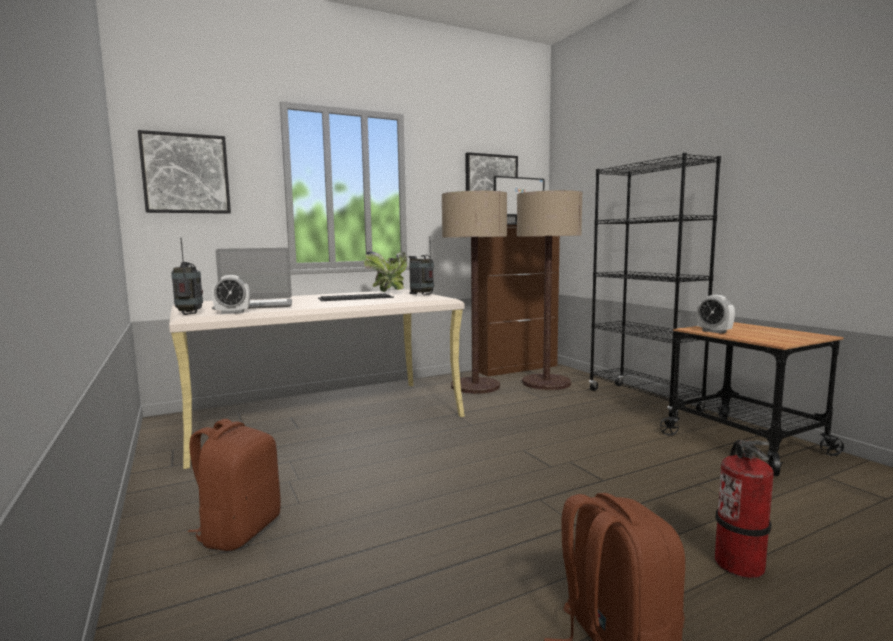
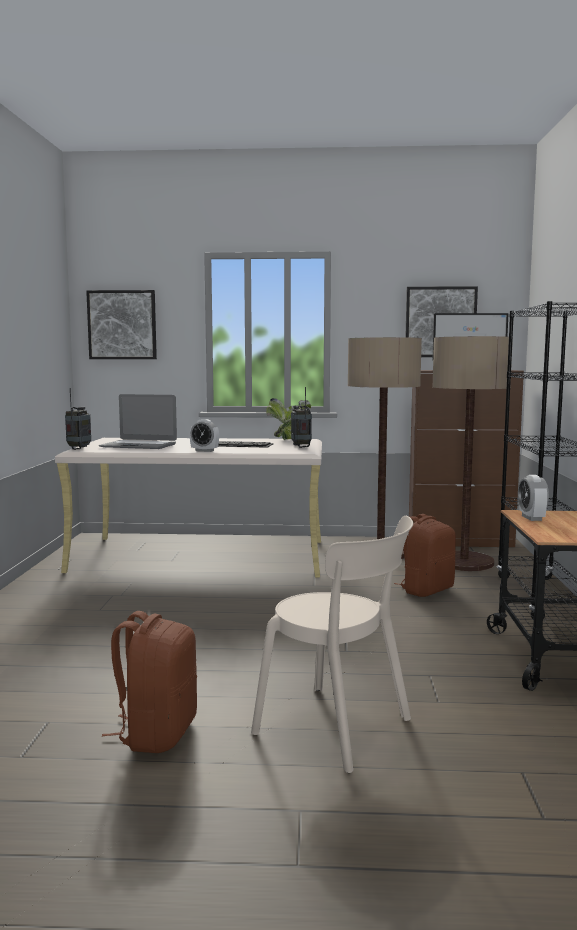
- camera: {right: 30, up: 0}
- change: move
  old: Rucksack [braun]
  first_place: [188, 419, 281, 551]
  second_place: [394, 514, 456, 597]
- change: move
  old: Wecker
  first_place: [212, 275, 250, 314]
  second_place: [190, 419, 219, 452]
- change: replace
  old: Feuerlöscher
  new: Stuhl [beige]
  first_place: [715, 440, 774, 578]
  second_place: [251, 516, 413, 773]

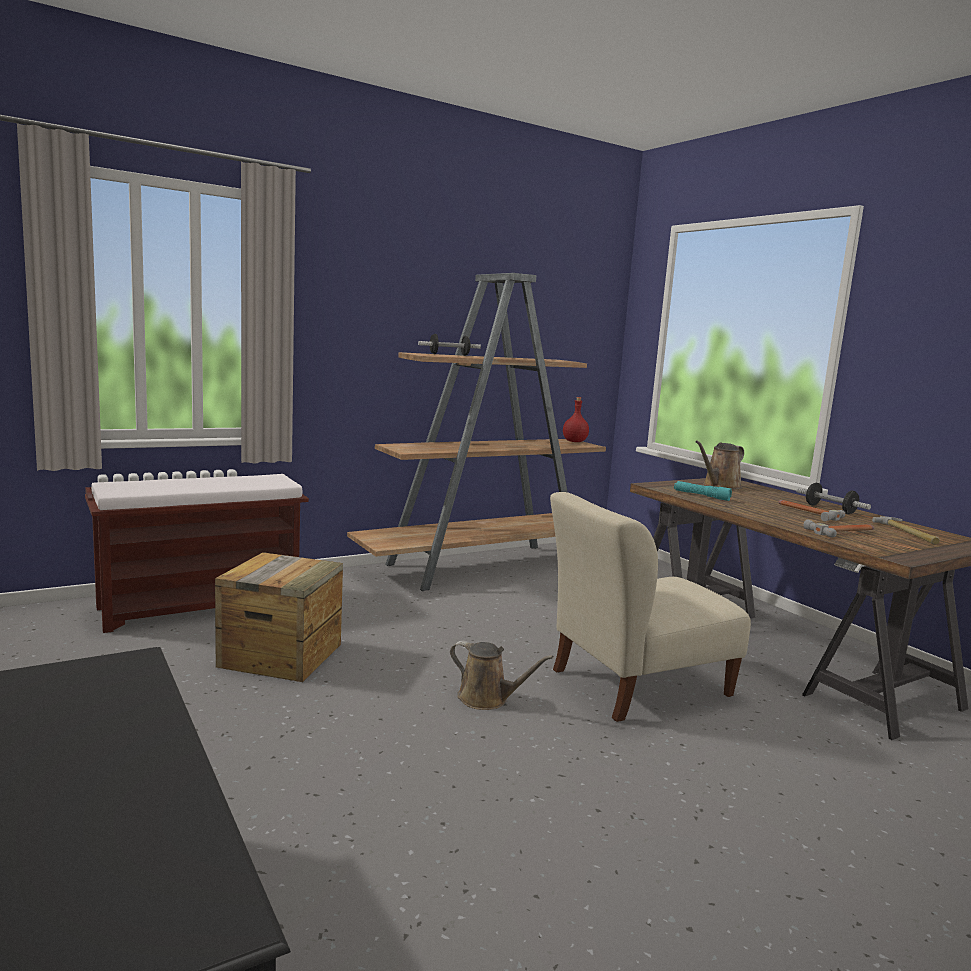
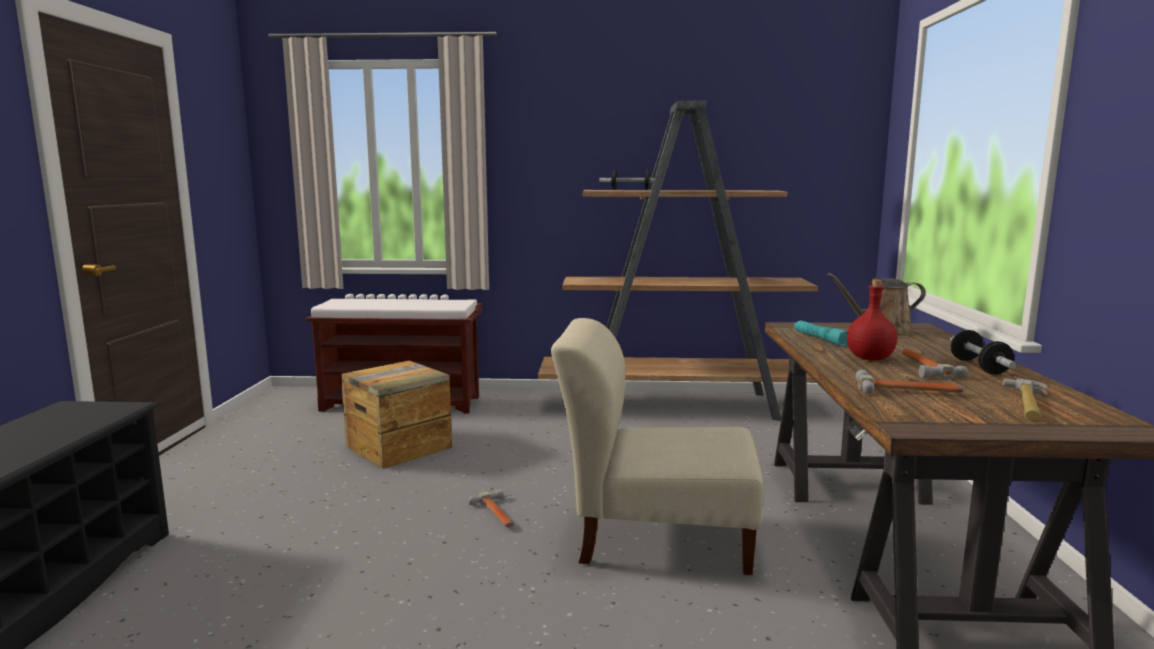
- camera: {right: 35, up: 0}
- change: replace
  old: Gießkanne [braun]
  new: Hammer
  first_place: [450, 641, 554, 710]
  second_place: [468, 489, 514, 528]
- change: move
  old: Flasche [rot]
  first_place: [563, 397, 589, 442]
  second_place: [847, 279, 897, 360]

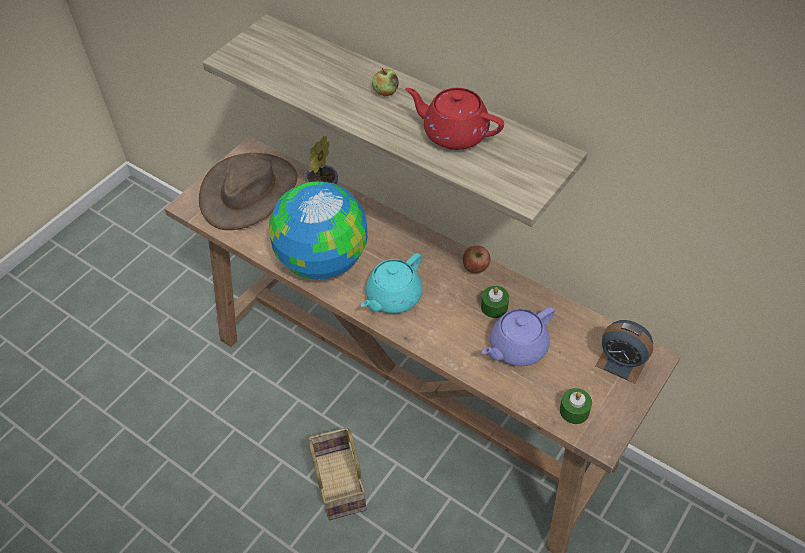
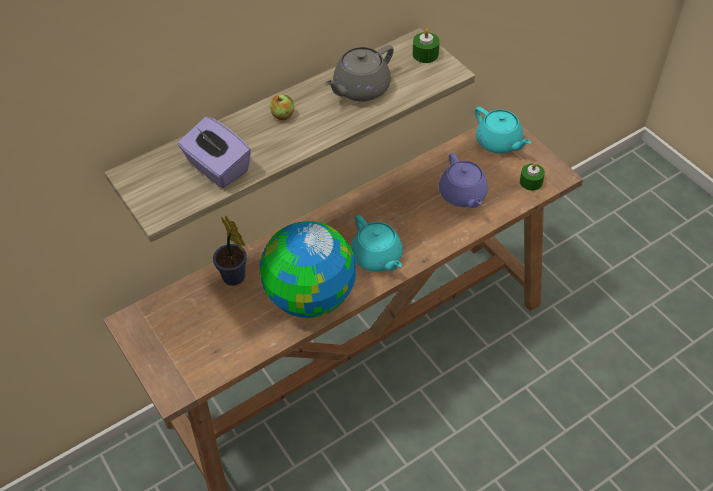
- camera: {right: -70, up: 0}
- change: delete
  old: Hut [braun]
  first_place: [199, 153, 297, 230]
- change: delete
  old: Korb
  first_place: [308, 428, 366, 520]
- change: recolor
  old: Teekanne [rot]
  new: Teekanne [grau]
  first_place: [405, 88, 504, 150]
  second_place: [325, 45, 394, 102]
- change: delete
  old: Apfel
  first_place: [463, 246, 491, 273]
- change: move
  old: Kerze [grün]
  first_place: [481, 286, 509, 318]
  second_place: [413, 29, 440, 63]
- change: replace
  old: Wecker
  new: Teekanne [türkis]
  first_place: [596, 320, 653, 384]
  second_place: [475, 107, 531, 154]
- change: insert
  new: Taschentuchbox [lila]
  second_place: [178, 117, 251, 188]

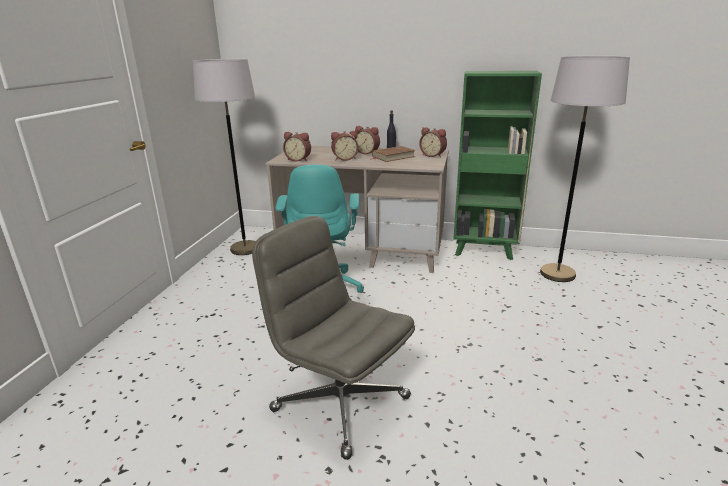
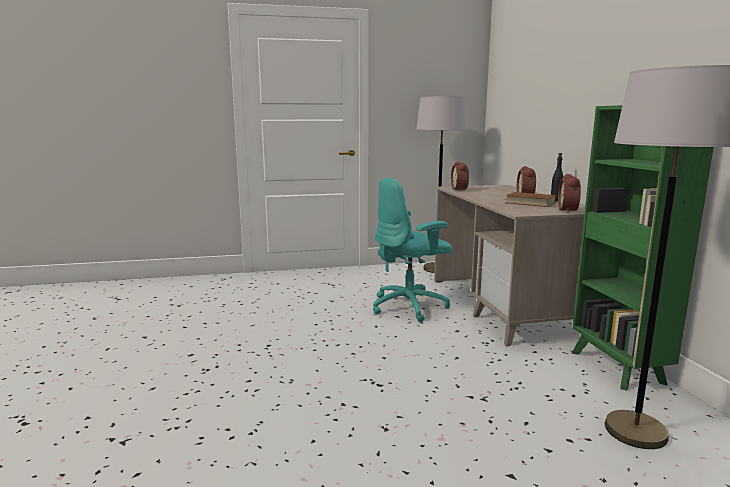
- camera: {right: 65, up: -10}
- change: delete
  old: Bürostuhl [grau]
  first_place: [252, 216, 415, 460]
- change: delete
  old: Wecker
  first_place: [331, 131, 358, 161]

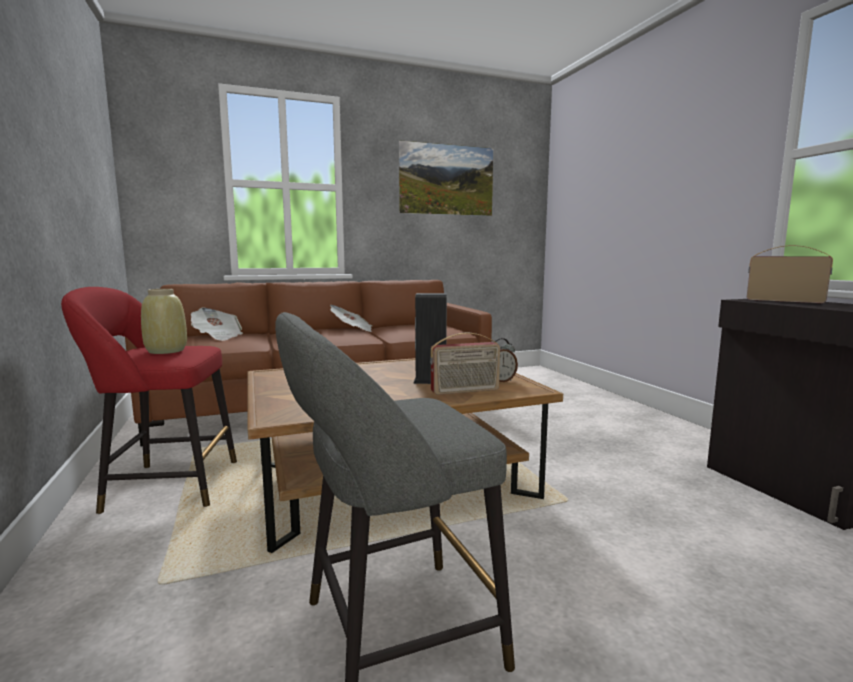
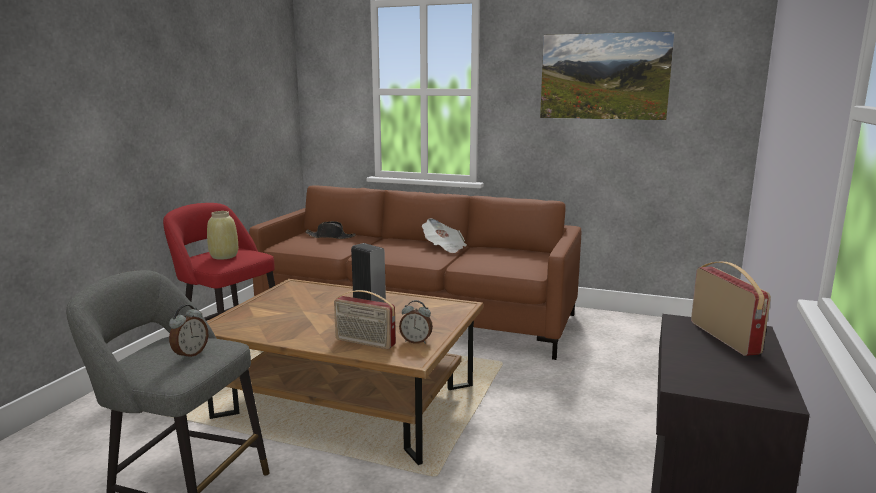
- camera: {right: 40, up: 5}
- change: replace
  old: Zeitung
  new: Hut [schwarz]
  first_place: [190, 307, 243, 341]
  second_place: [305, 221, 356, 239]
- change: insert
  new: Wecker
  second_place: [169, 305, 208, 360]

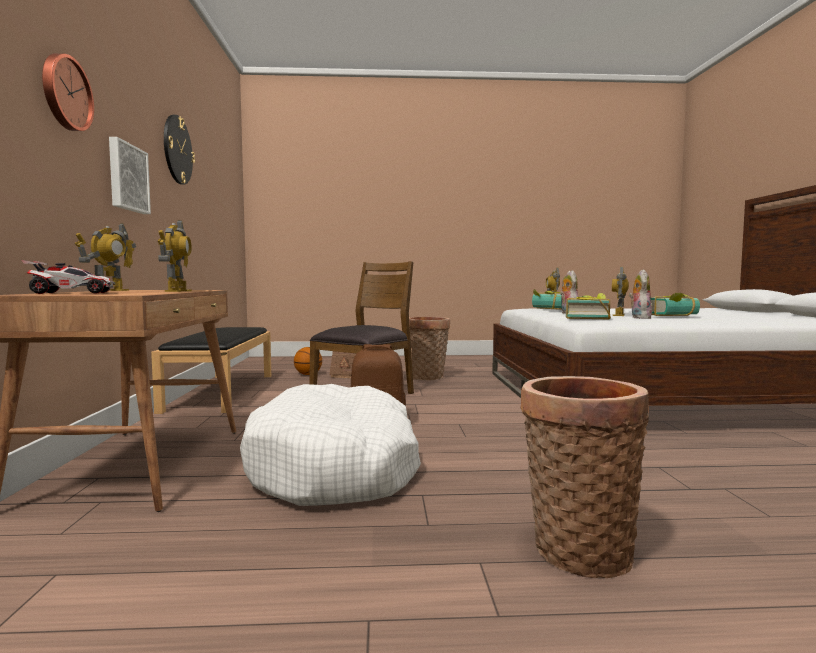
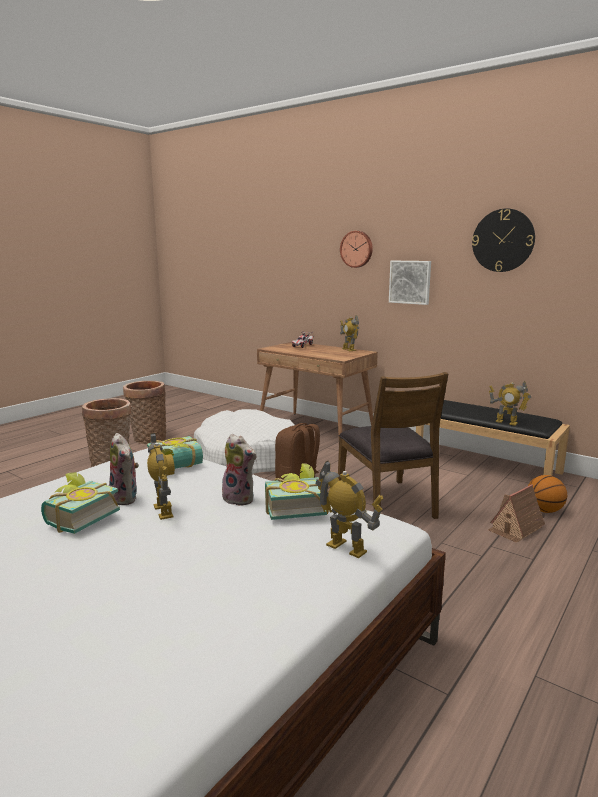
- camera: {right: 130, up: 10}
- change: move
  old: Spielzeugroboter
  first_place: [158, 220, 192, 292]
  second_place: [489, 381, 531, 426]
- change: move
  old: Korb
  first_place: [409, 317, 450, 380]
  second_place: [123, 381, 166, 444]

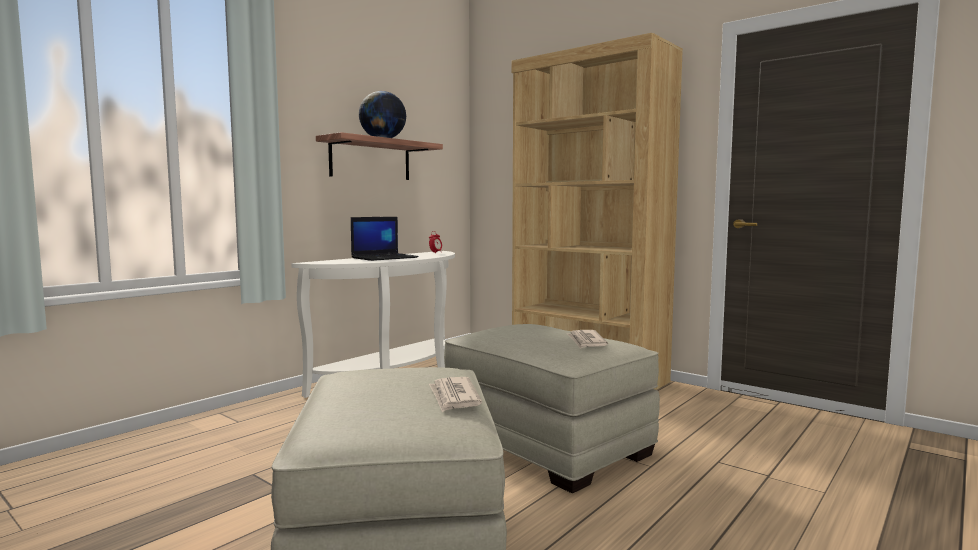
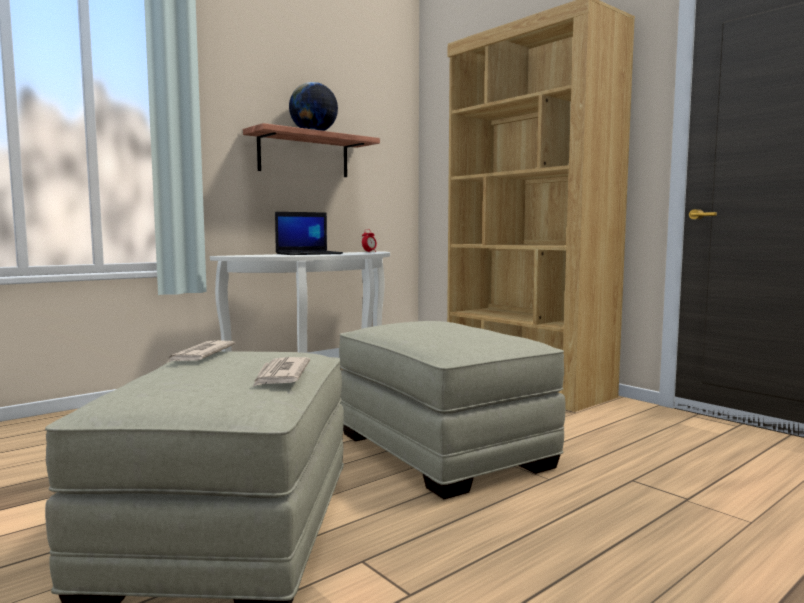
- camera: {right: 10, up: 0}
- change: move
  old: Zeitung
  first_place: [567, 330, 608, 349]
  second_place: [168, 340, 235, 362]

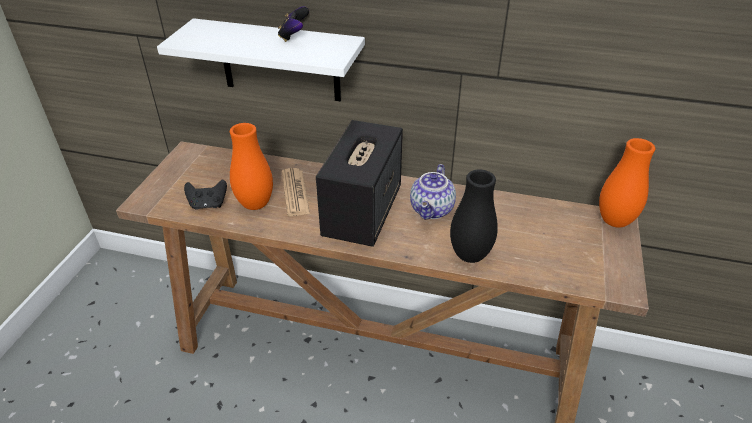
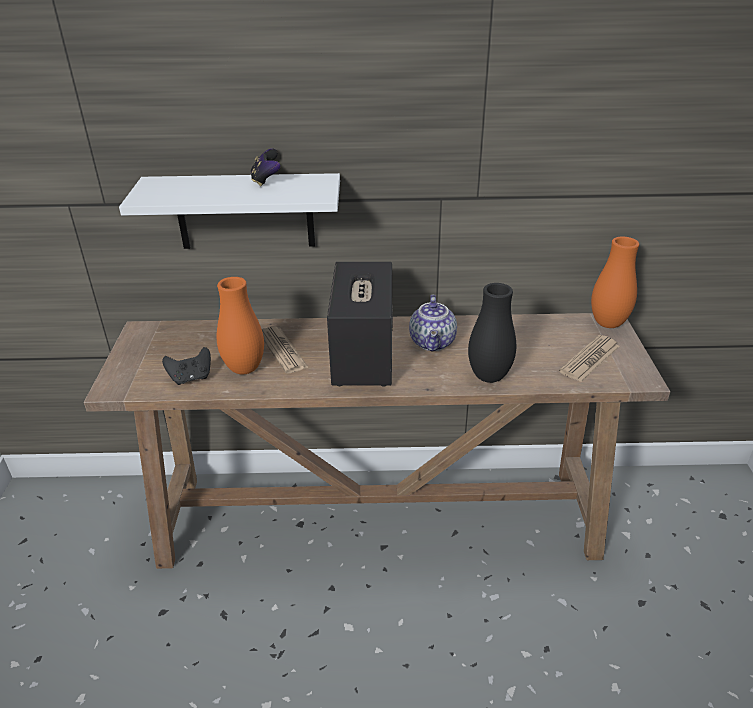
- camera: {right: -15, up: -5}
- change: insert
  new: Zeitung
  second_place: [559, 335, 620, 382]

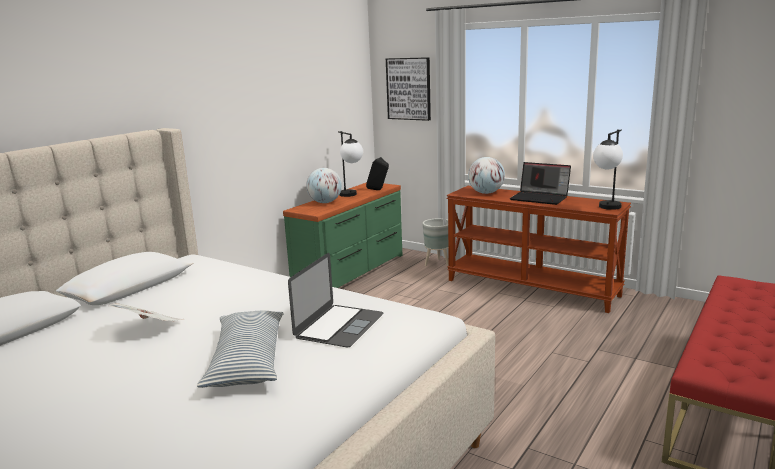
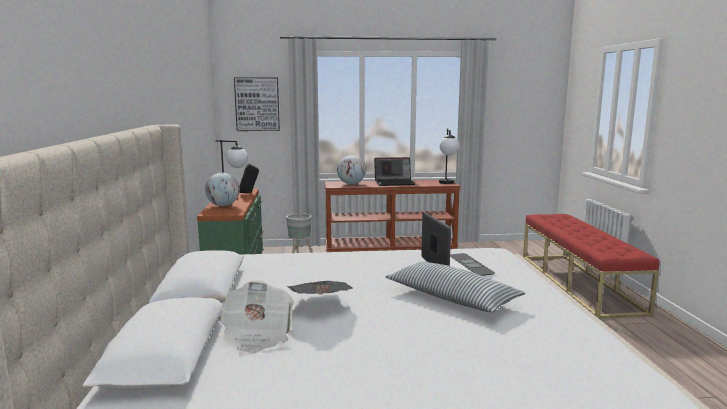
- camera: {right: -40, up: -5}
- change: insert
  new: Zeitung
  second_place: [219, 280, 294, 355]

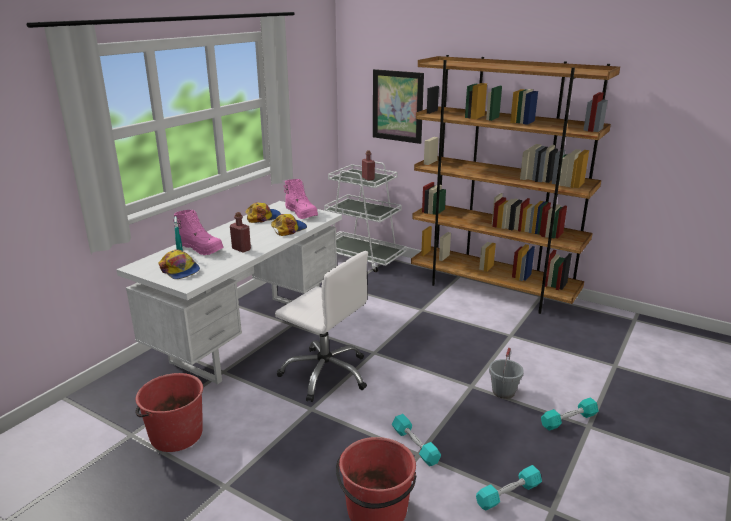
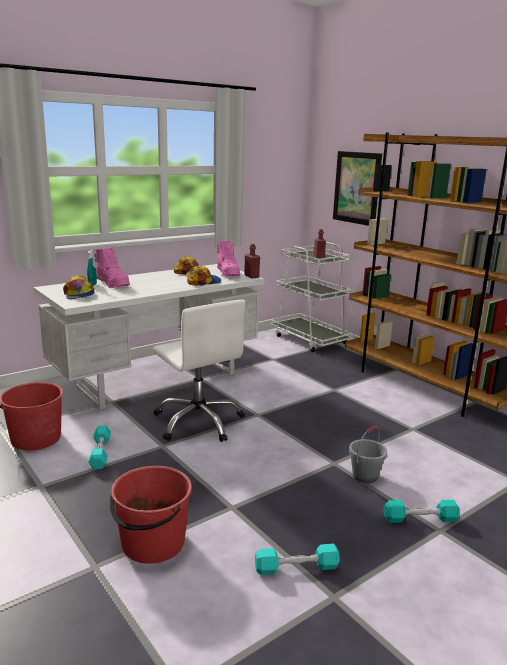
- camera: {right: 20, up: -5}
- change: move
  old: Flasche [rot]
  first_place: [230, 212, 251, 252]
  second_place: [244, 244, 260, 278]
- change: move
  old: Hantel [türkis]
  first_place: [392, 414, 441, 466]
  second_place: [88, 425, 111, 470]

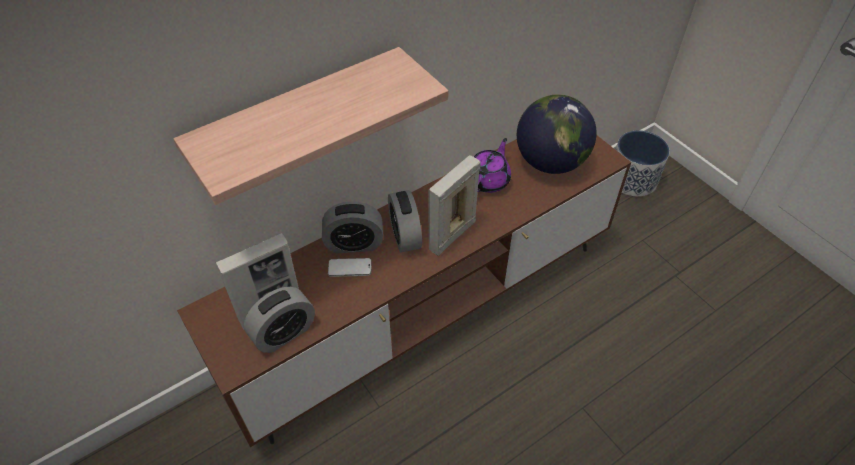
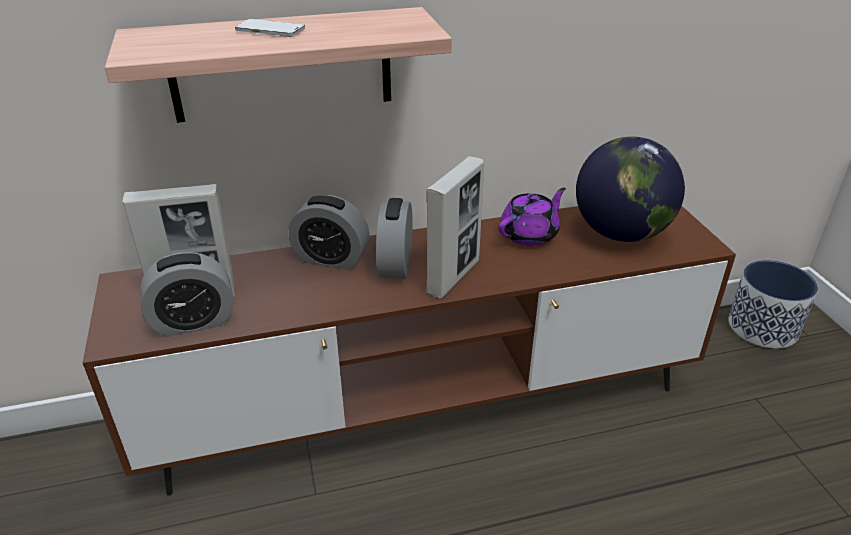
- camera: {right: 20, up: -15}
- change: move
  old: Handy
  first_place: [328, 258, 372, 277]
  second_place: [235, 19, 305, 37]
- change: rotate
  old: Bilderrahmen
  first_place: [429, 155, 481, 256]
  second_place: [426, 156, 484, 299]
  degrees: 150

